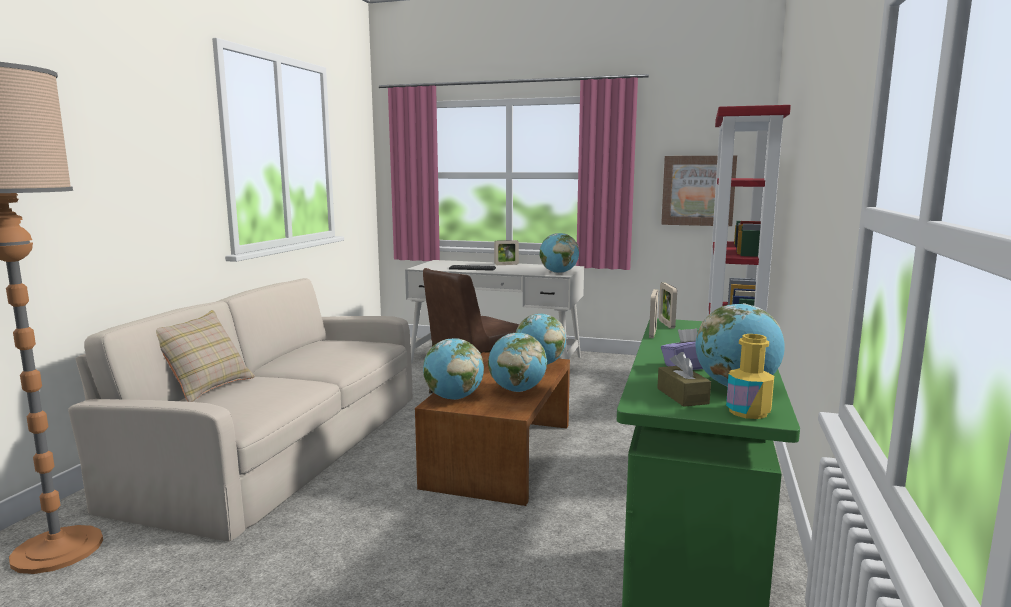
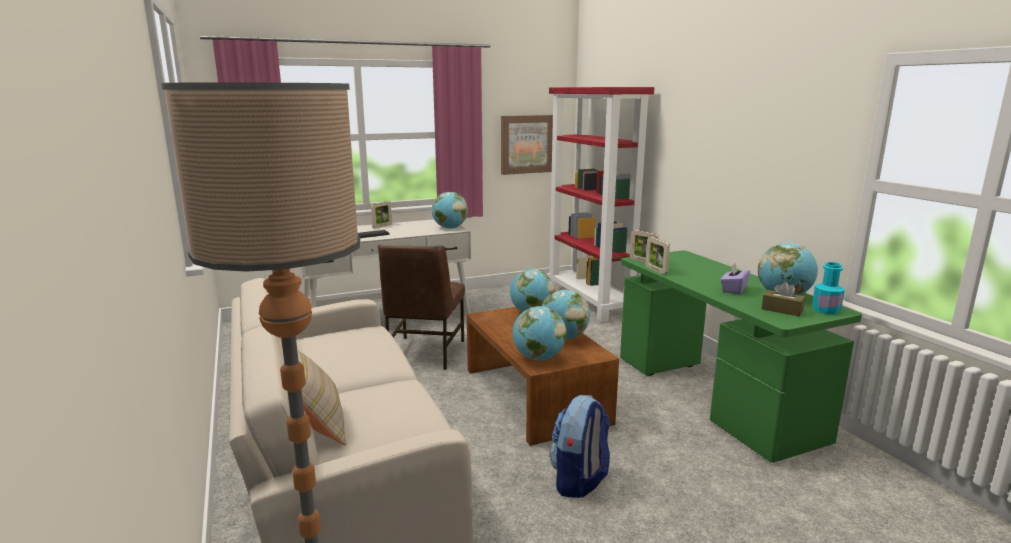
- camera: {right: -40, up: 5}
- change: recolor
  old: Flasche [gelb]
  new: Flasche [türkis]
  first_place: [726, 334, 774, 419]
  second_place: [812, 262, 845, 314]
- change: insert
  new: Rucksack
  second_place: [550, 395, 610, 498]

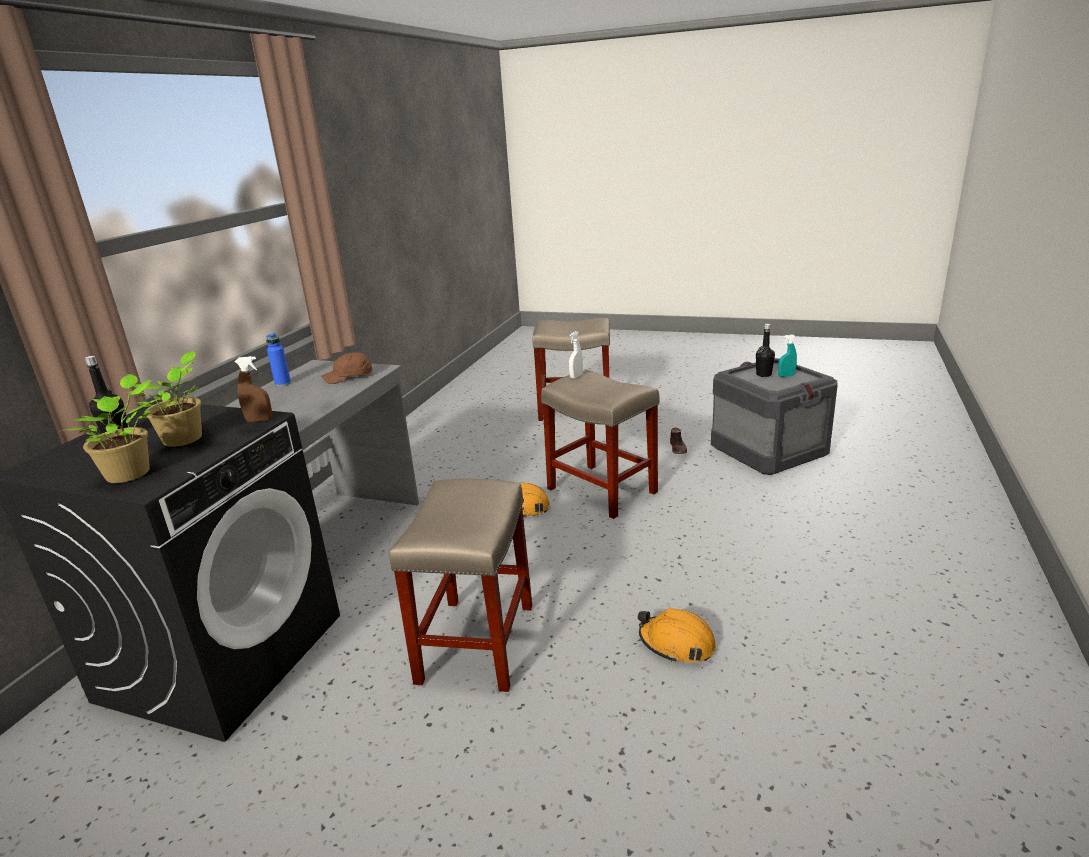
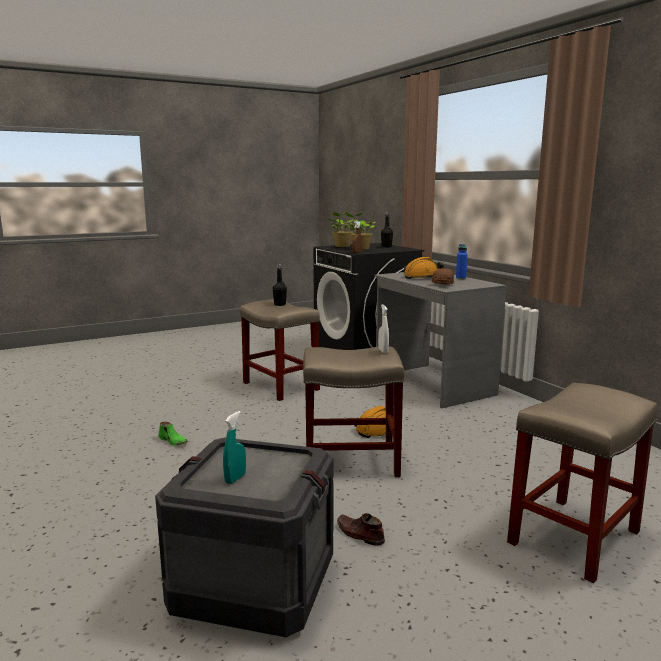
- camera: {right: 130, up: -10}
- change: move
  old: Schutzhelm [orange]
  first_place: [638, 608, 716, 662]
  second_place: [404, 257, 444, 279]
- change: move
  old: Flasche [schwarz]
  first_place: [756, 324, 775, 377]
  second_place: [273, 264, 287, 306]
- change: insert
  new: Schuh [grün]
  second_place: [158, 422, 188, 446]

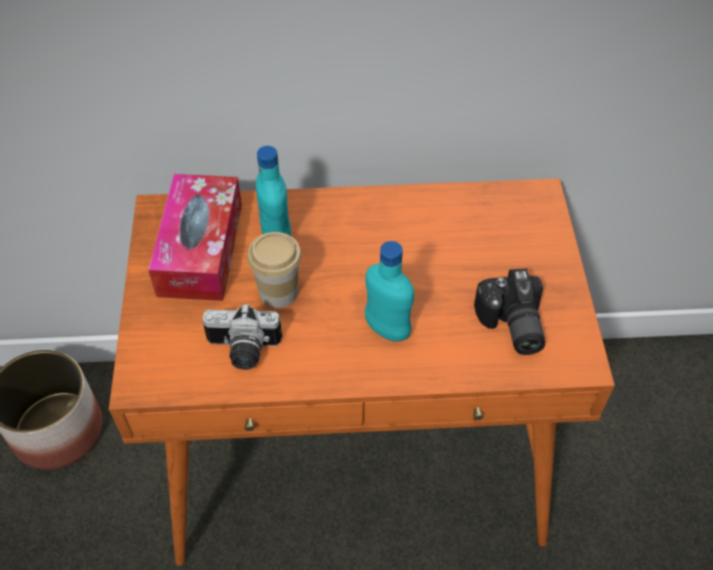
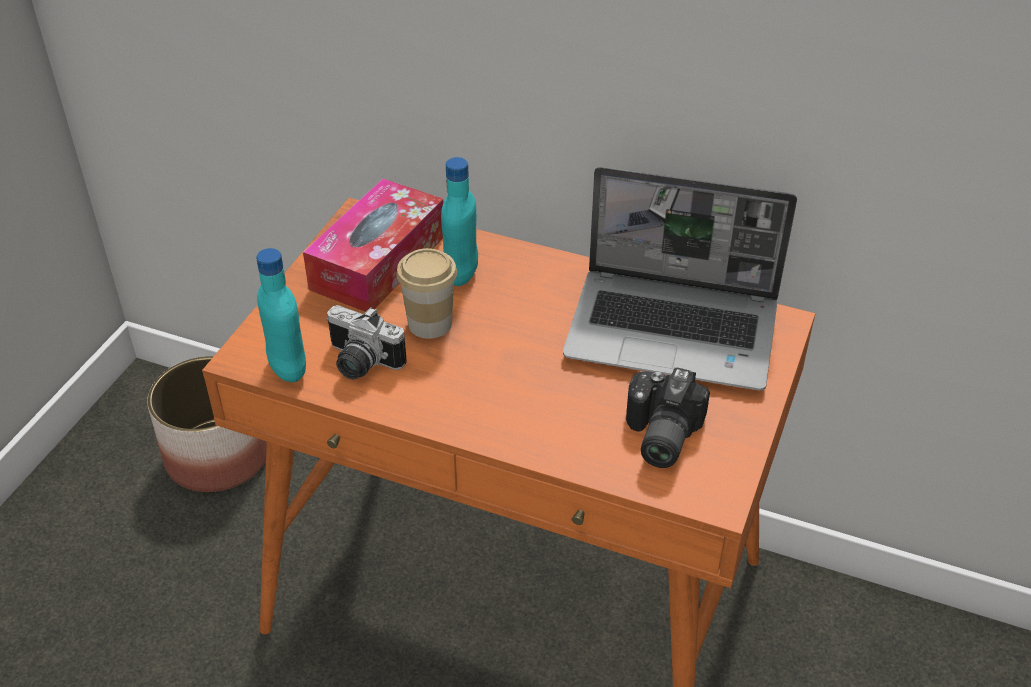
- camera: {right: 25, up: -10}
- change: move
  old: Flasche [türkis]
  first_place: [365, 241, 414, 342]
  second_place: [256, 248, 306, 382]
- change: insert
  new: Laptop
  second_place: [563, 167, 797, 391]

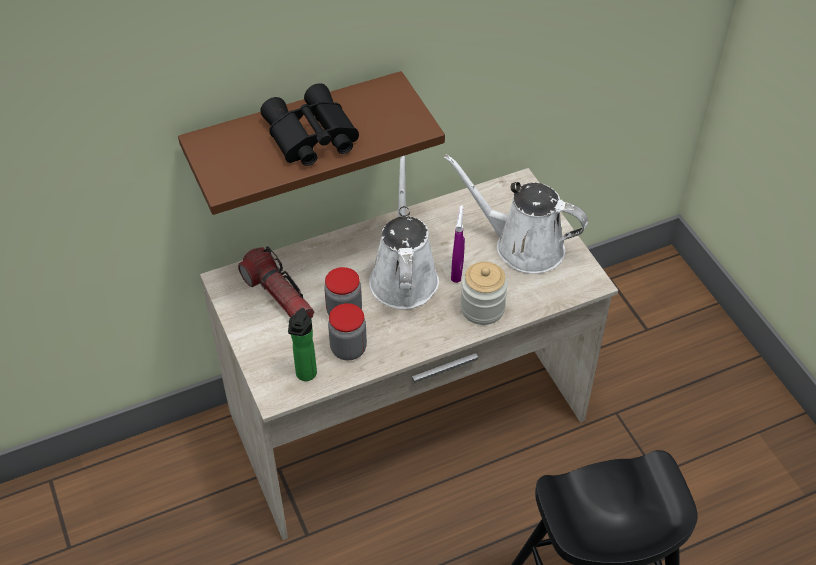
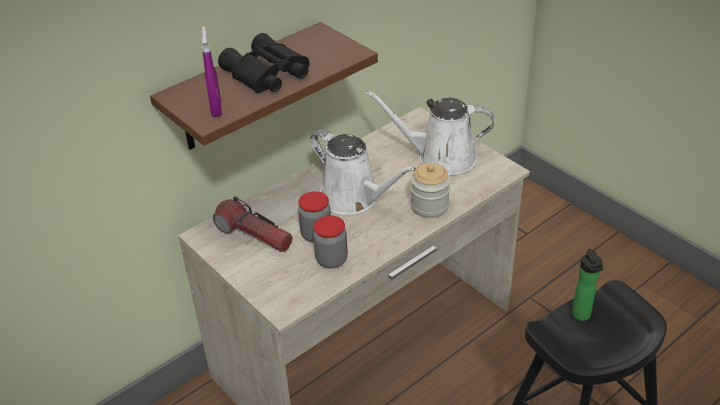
- camera: {right: -15, up: -10}
- change: move
  old: Flasche
  first_place: [288, 308, 317, 381]
  second_place: [572, 249, 603, 321]
- change: rotate
  old: Gießkanne [weiß]
  first_place: [369, 156, 439, 309]
  second_place: [310, 129, 417, 215]
  degrees: 150
- change: move
  old: Sprühflasche [lila]
  first_place: [451, 205, 465, 283]
  second_place: [201, 26, 222, 117]

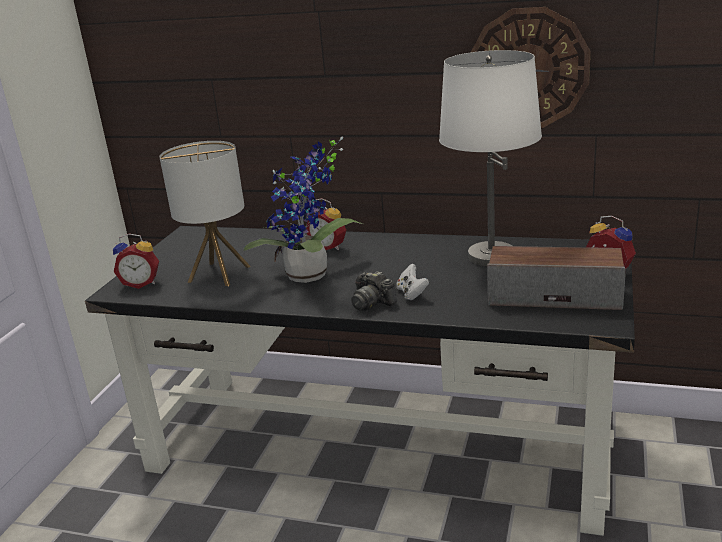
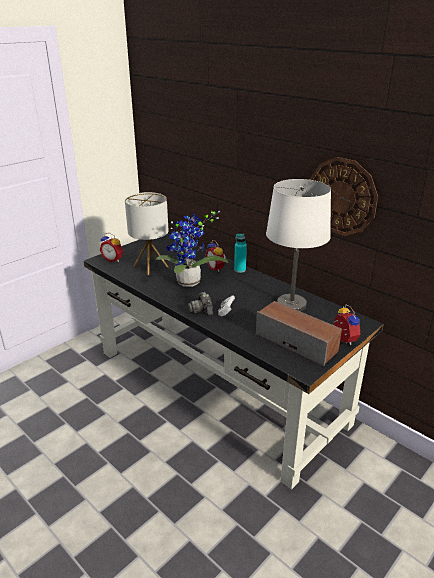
- camera: {right: 25, up: 5}
- change: insert
  new: Flasche [türkis]
  second_place: [234, 234, 247, 273]

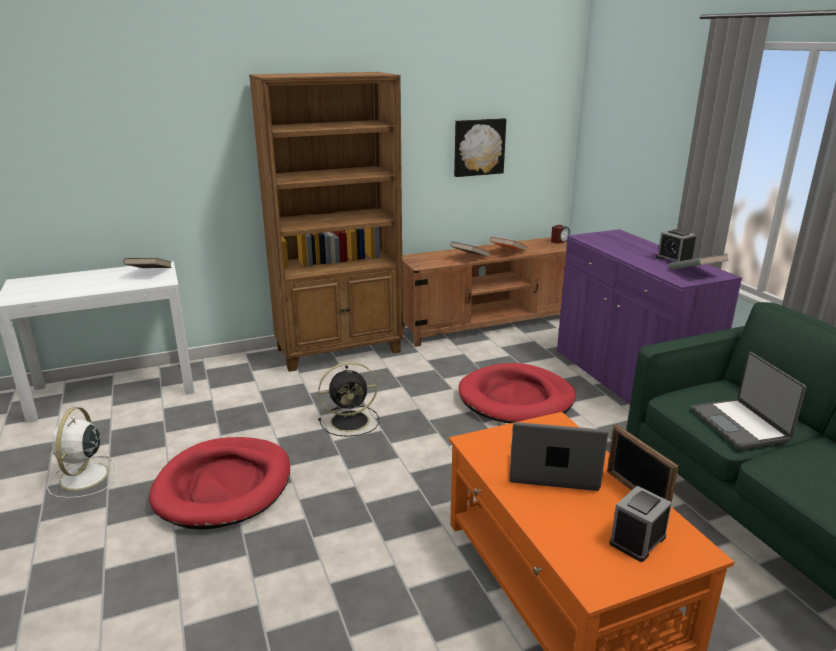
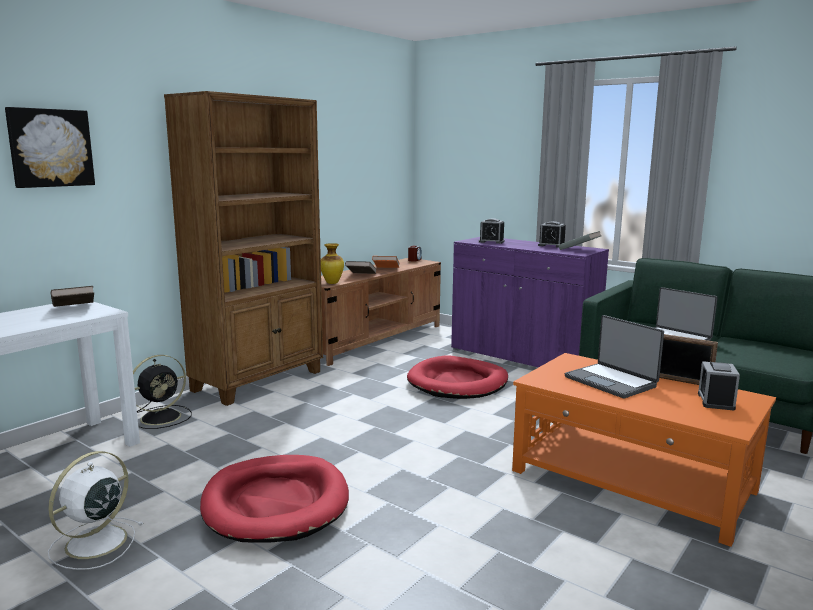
- camera: {right: -30, up: -10}
- change: rotate
  old: Ventilator [weiß]
  first_place: [47, 407, 117, 498]
  second_place: [48, 451, 144, 570]
  degrees: 60
- change: move
  old: Ventilator [schwarz]
  first_place: [318, 362, 379, 437]
  second_place: [133, 355, 192, 429]
- change: move
  old: Bild
  first_place: [454, 118, 506, 177]
  second_place: [5, 107, 95, 188]
- change: rotate
  old: Laptop
  first_place: [509, 422, 608, 491]
  second_place: [565, 315, 664, 398]
  degrees: -105
- change: insert
  new: Vase
  second_place: [321, 243, 344, 284]
- change: insert
  new: Wecker
  second_place: [479, 218, 505, 244]

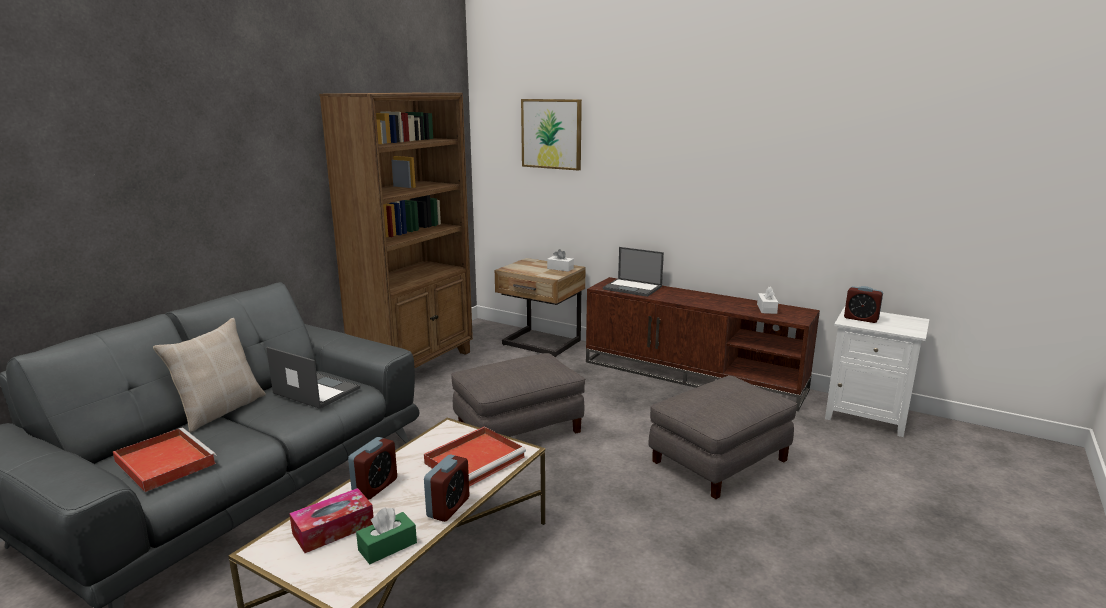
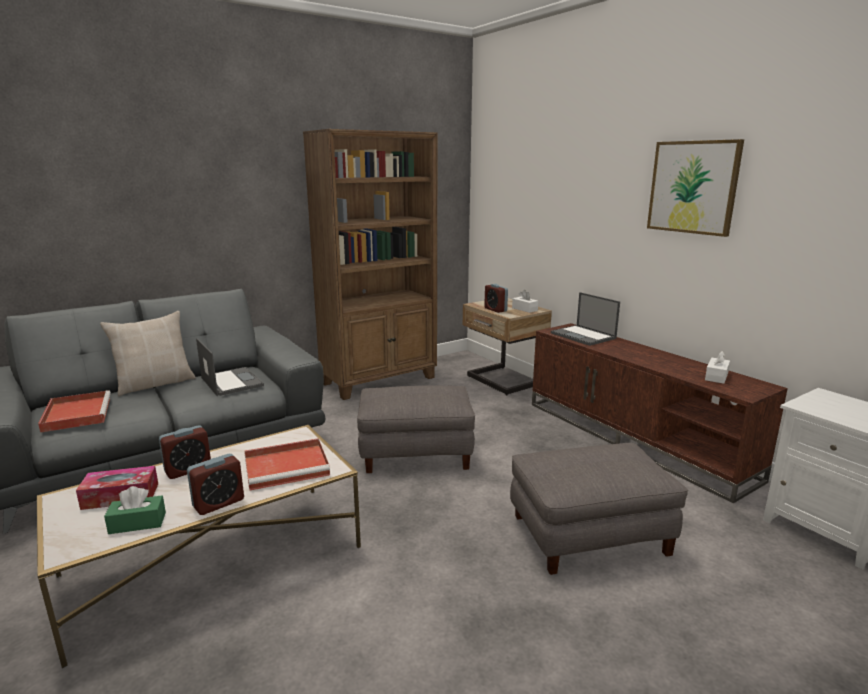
- camera: {right: 25, up: 0}
- change: move
  old: Bild
  first_place: [521, 99, 582, 171]
  second_place: [647, 139, 744, 237]
- change: move
  old: Wecker
  first_place: [844, 286, 883, 323]
  second_place: [484, 284, 508, 313]

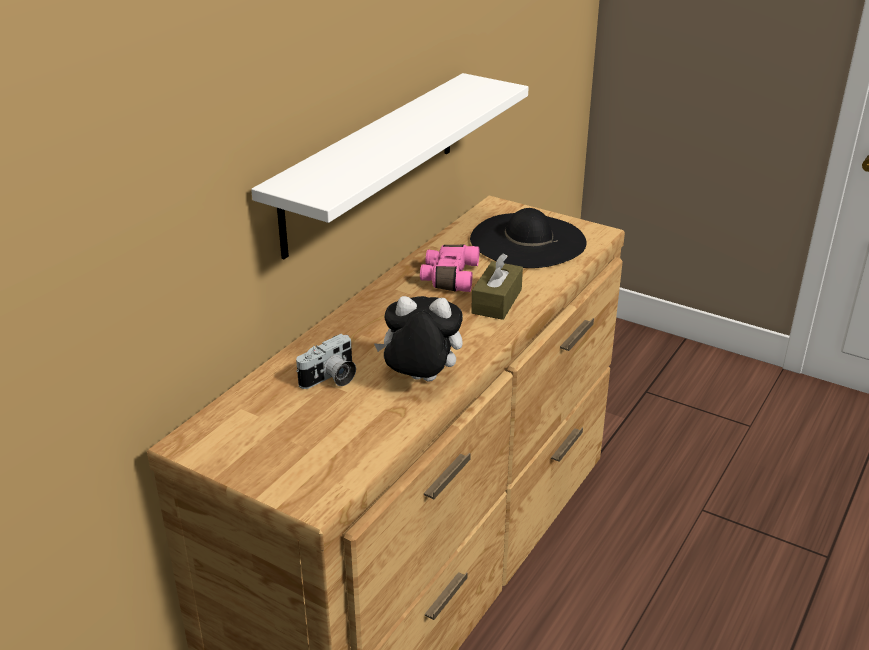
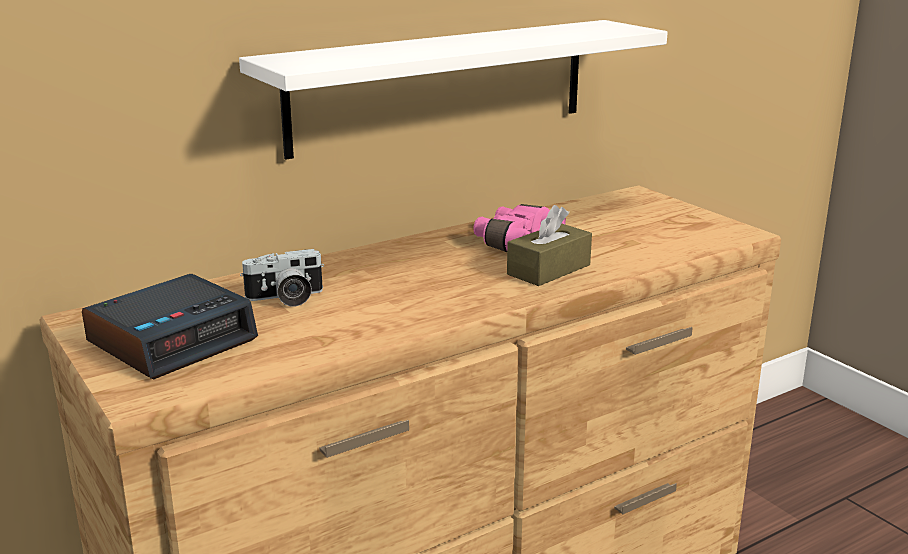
- camera: {right: 25, up: -10}
- change: delete
  old: Plüschtier
  first_place: [374, 296, 463, 382]
- change: delete
  old: Hut [schwarz]
  first_place: [470, 208, 587, 268]
- change: insert
  new: Wecker
  second_place: [82, 274, 258, 379]

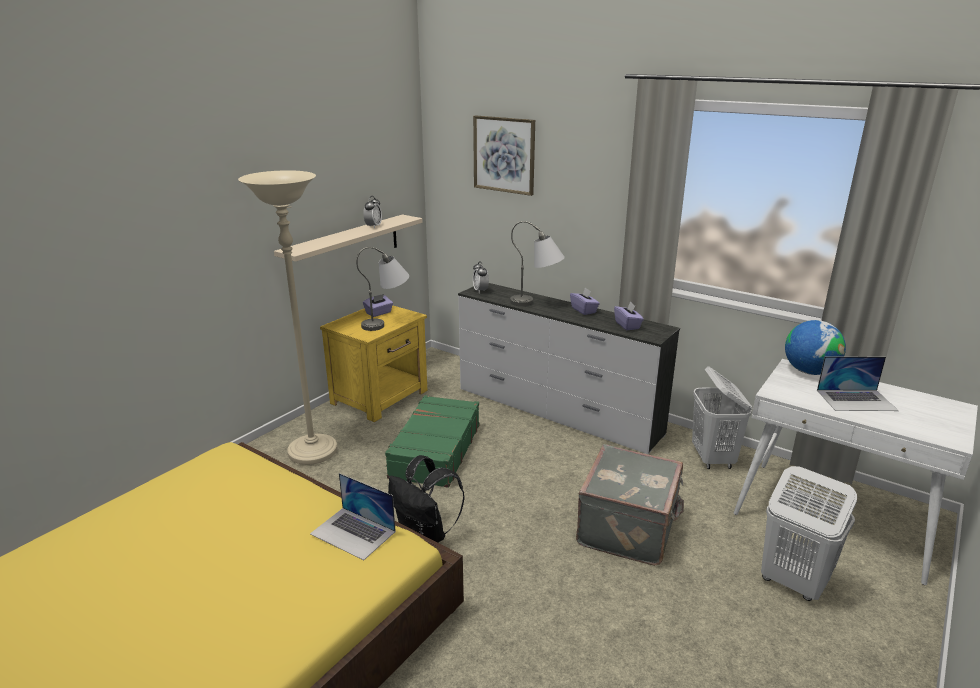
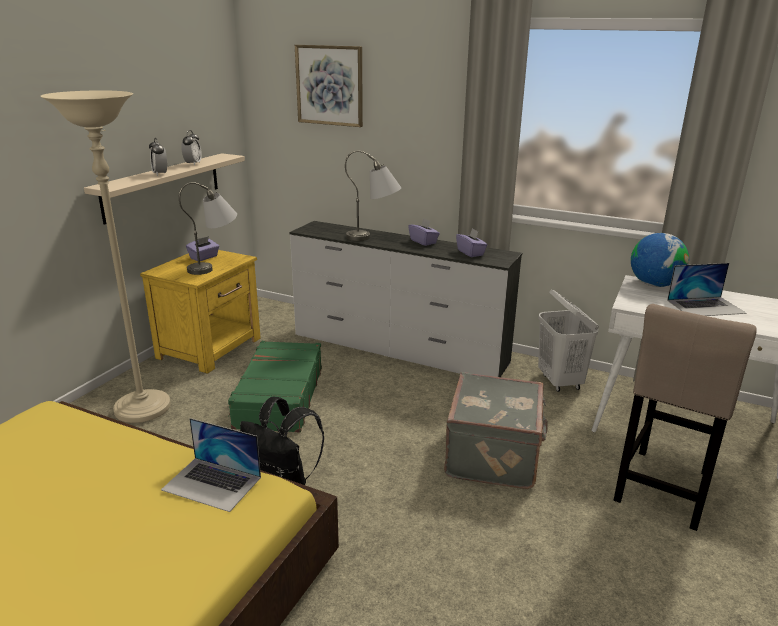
- camera: {right: -10, up: 0}
- change: move
  old: Wecker
  first_place: [473, 261, 489, 293]
  second_place: [149, 138, 167, 176]
- change: replace
  old: Wäschekorb [weiß]
  new: Hocker [beige]
  first_place: [761, 466, 857, 601]
  second_place: [614, 304, 756, 531]

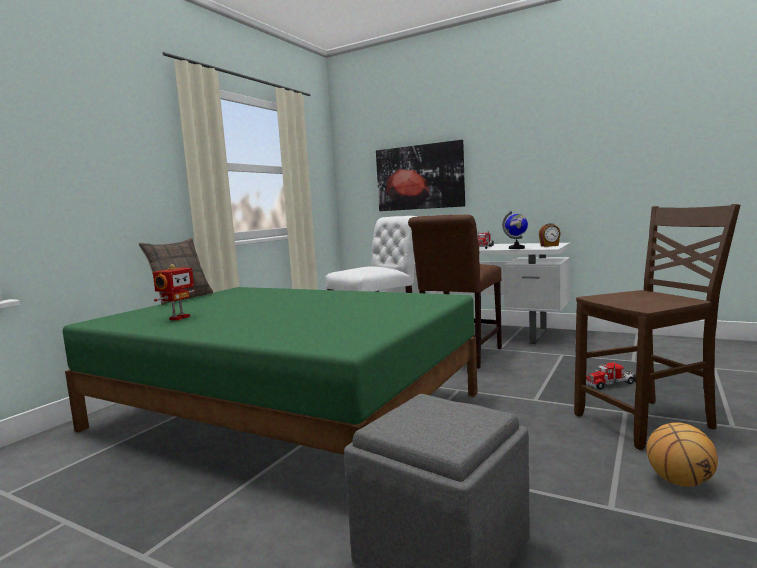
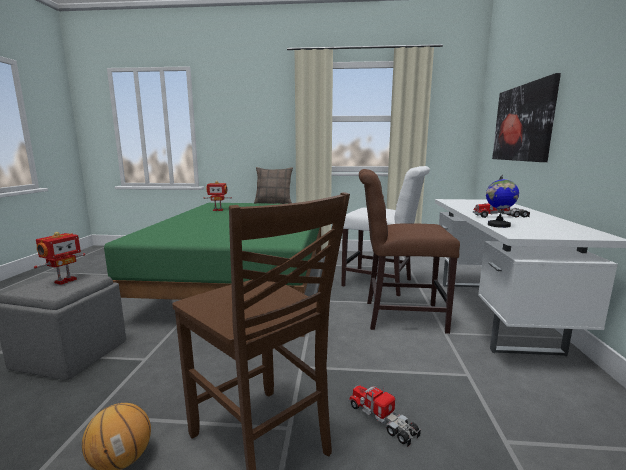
- camera: {right: 65, up: 5}
- change: delete
  old: Wecker
  first_place: [539, 223, 561, 247]
- change: insert
  new: Spielzeugroboter
  second_place: [34, 232, 86, 285]

